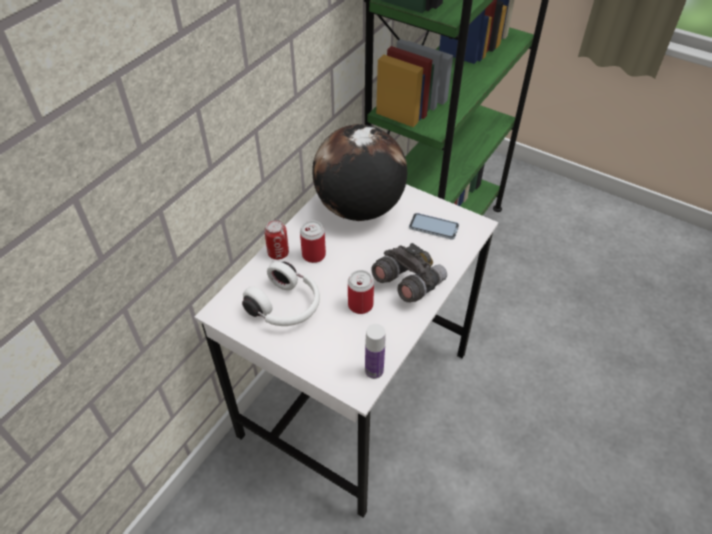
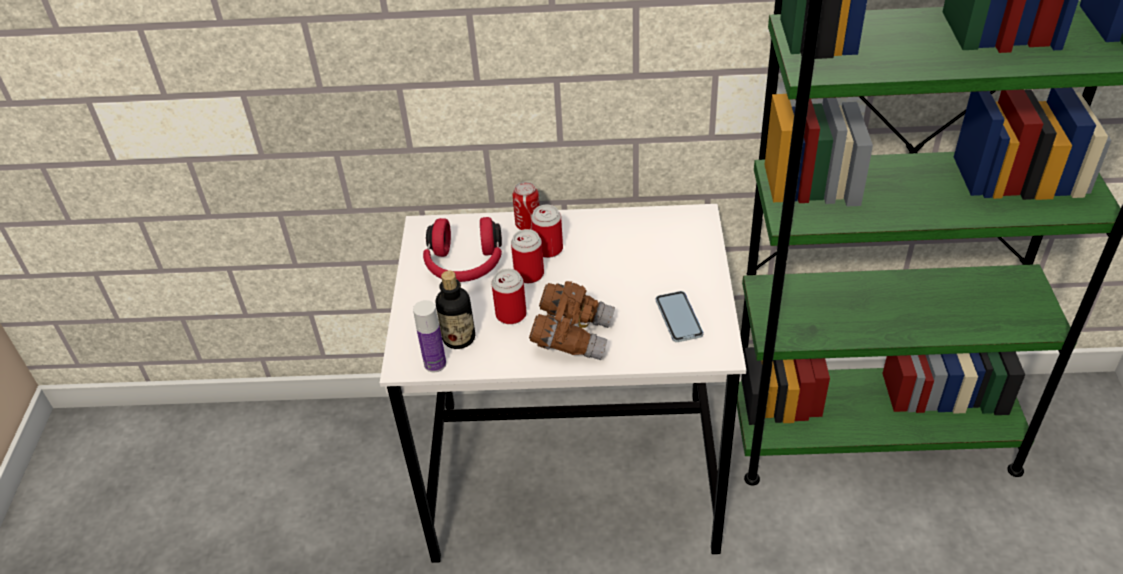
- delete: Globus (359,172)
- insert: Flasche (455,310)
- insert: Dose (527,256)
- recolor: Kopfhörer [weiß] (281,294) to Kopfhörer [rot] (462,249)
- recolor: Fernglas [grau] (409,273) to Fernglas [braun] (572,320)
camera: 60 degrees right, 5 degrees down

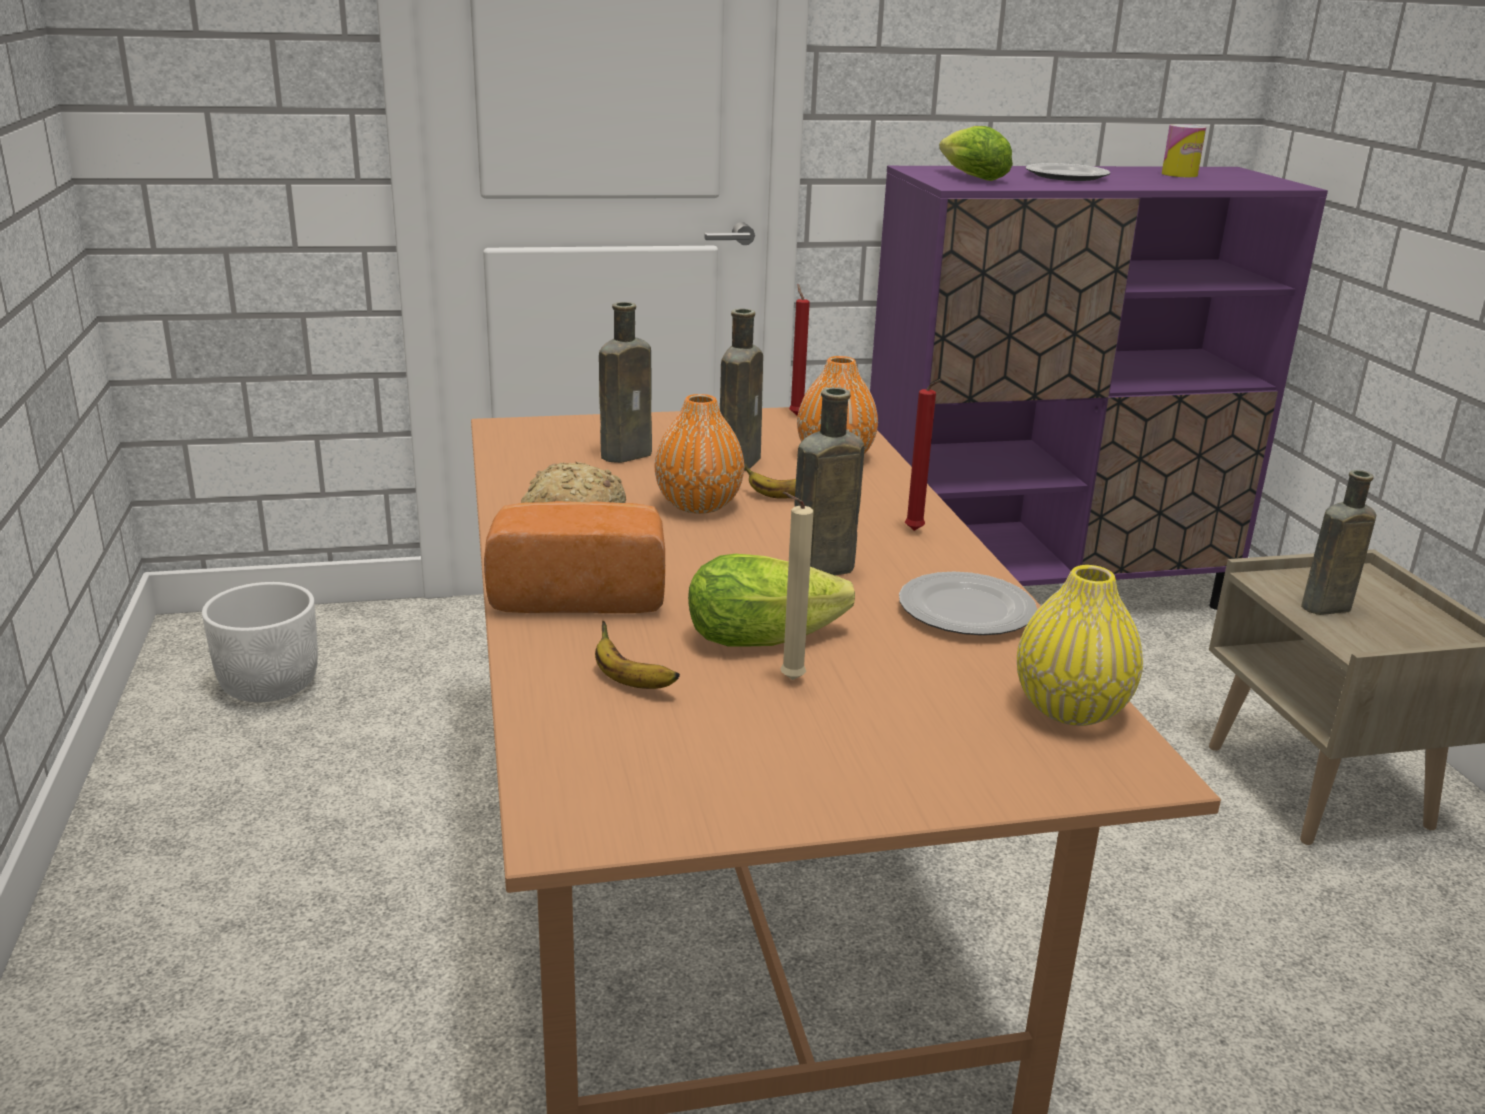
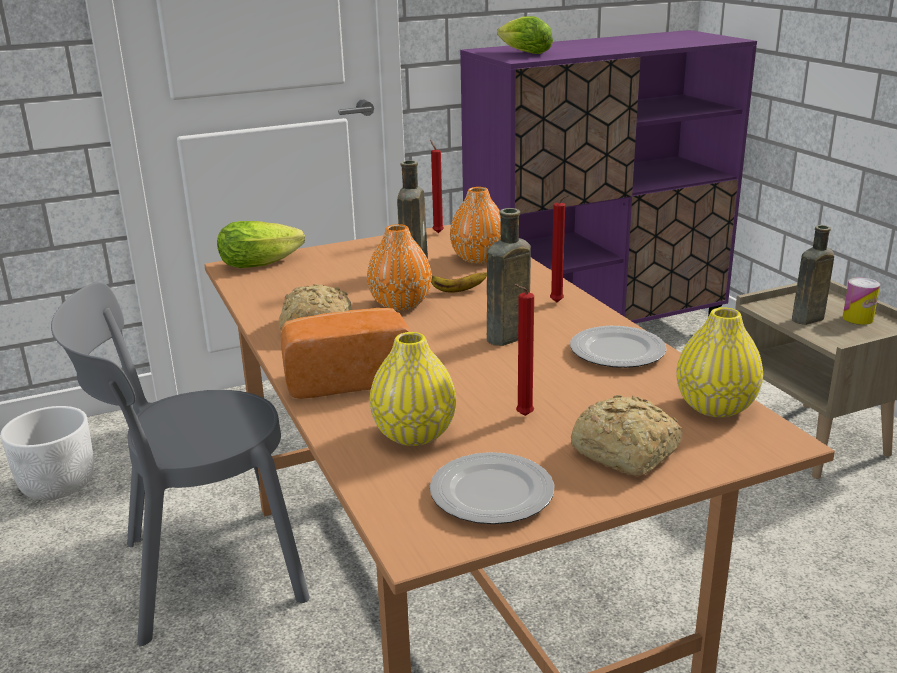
- delete: Flasche [braun] (625,382)
- insert: Stuhl [grau] (180,464)
- insert: Brot (627,435)
- move: Salatkopf (771,600) to (261,244)
- move: Teller (1068,172) to (492,488)
- move: Dose (1184,150) to (861,301)
- replace: Banane (637,655) to Vase [gelb] (412,389)
- recolor: Kerze [beige] (797,586) to Kerze [rot] (524,350)
camera: 10 degrees left, 0 degrees up

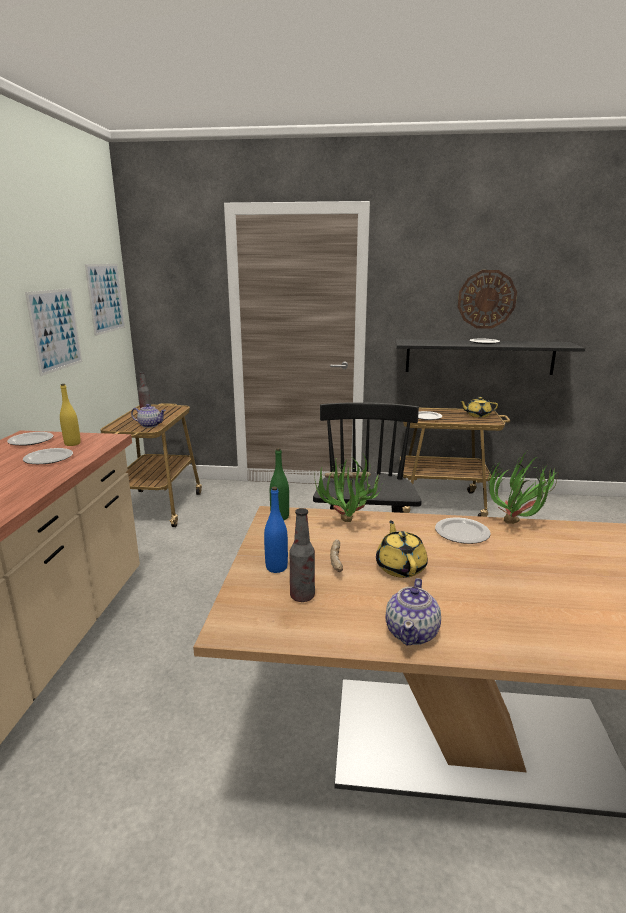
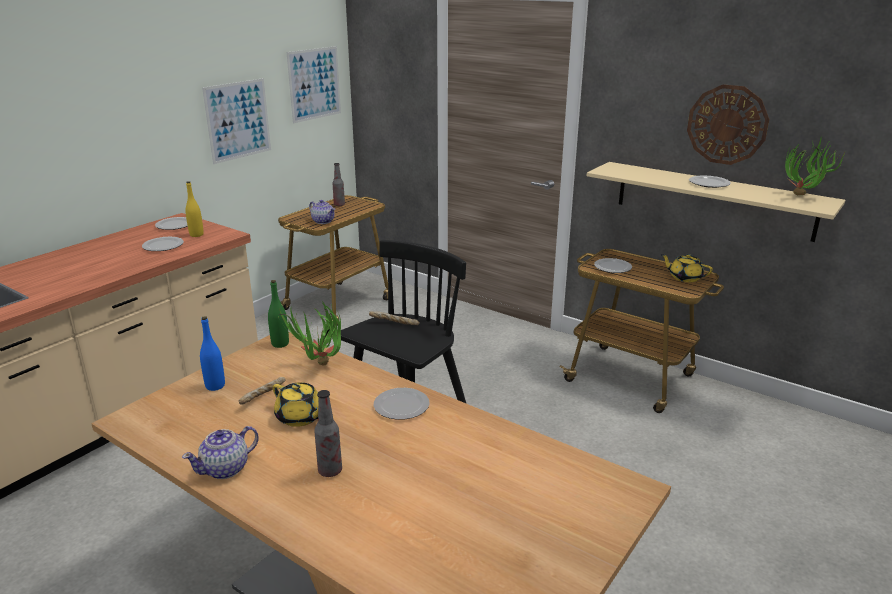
- move: Flasche (302,555) to (328,433)
- move: Topfpflanze (523,487) to (815,165)
- recolor: Wandregal [schwarz] (490,357) to Wandregal [beige] (716,202)
- rotate: Teekanne [gelb] (402,549) = (296,404) 105 degrees clockwise
camera: 30 degrees right, 5 degrees up

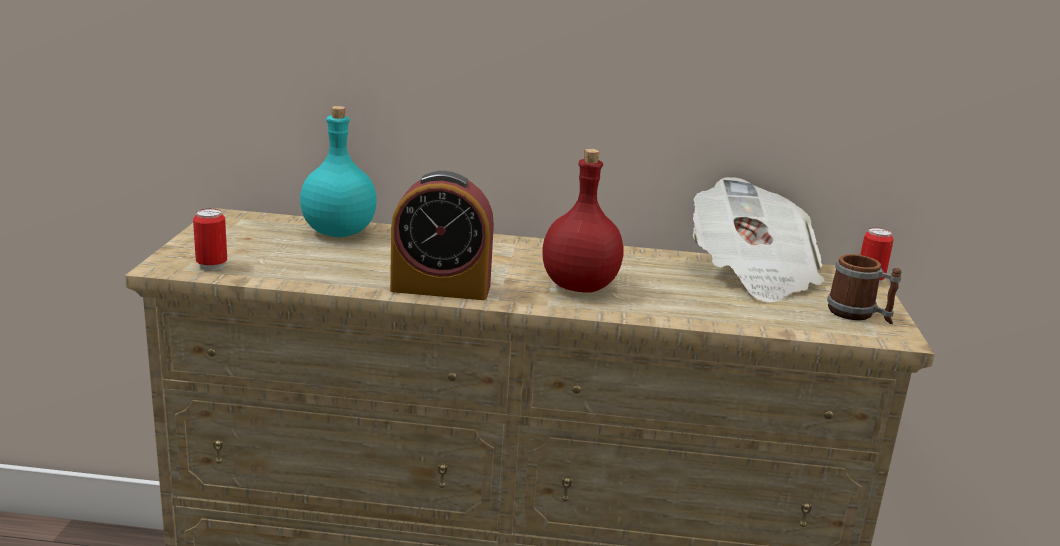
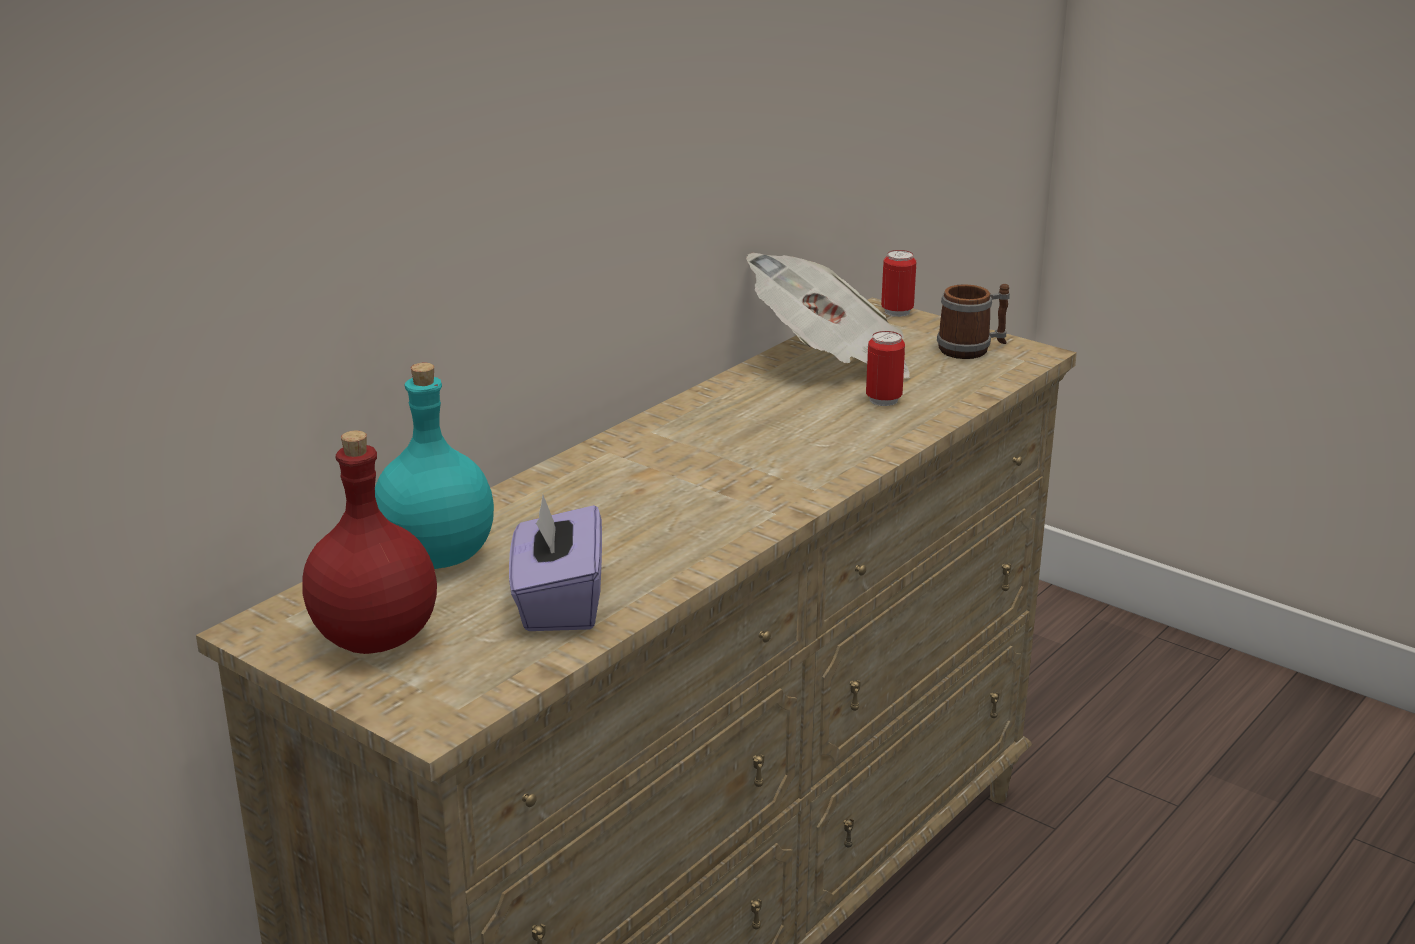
- delete: Wecker (442,235)
- insert: Taschentuchbox [lila] (555,562)
- move: Dose (210,239) to (885,368)
- move: Flasche [rot] (583,221) to (369,542)
camera: 55 degrees left, 5 degrees up

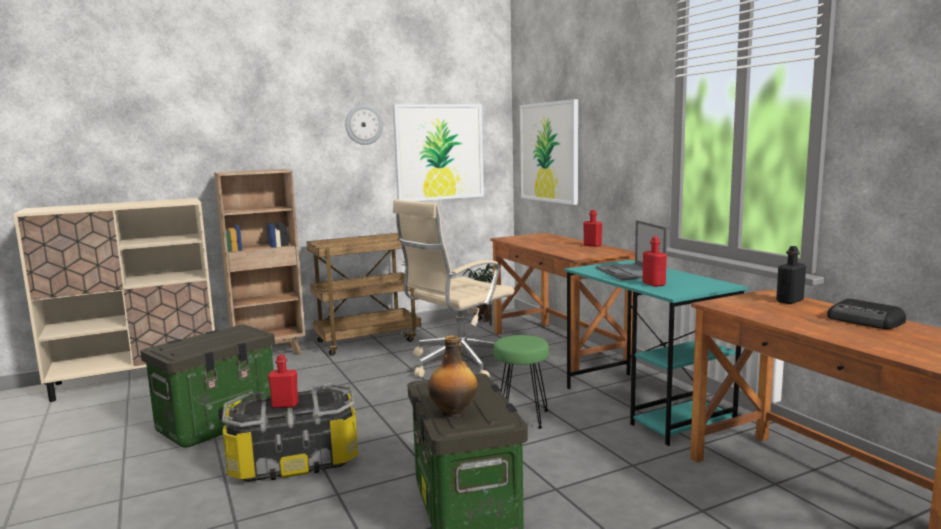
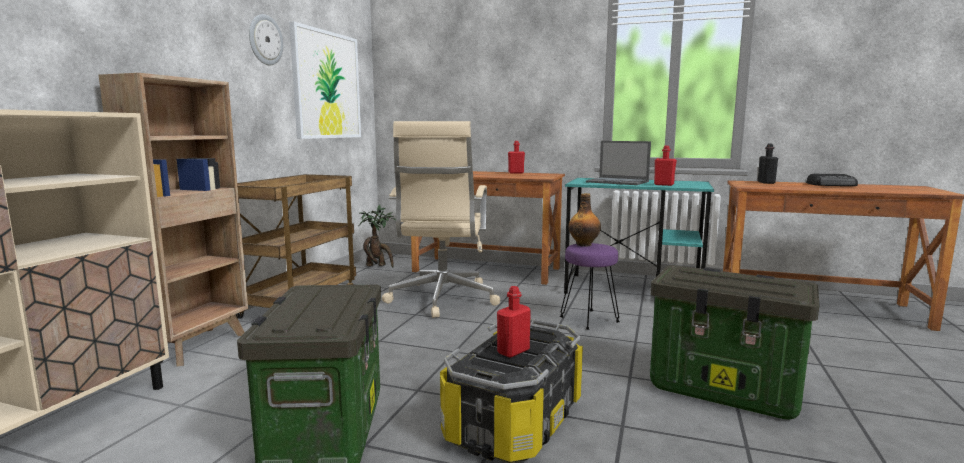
- delete: Bild (549,152)
- move: Flasche (453,376) to (584,219)
- recolor: Hocker [grün] (521,382) to Hocker [lila] (590,286)
camera: 45 degrees left, 0 degrees up

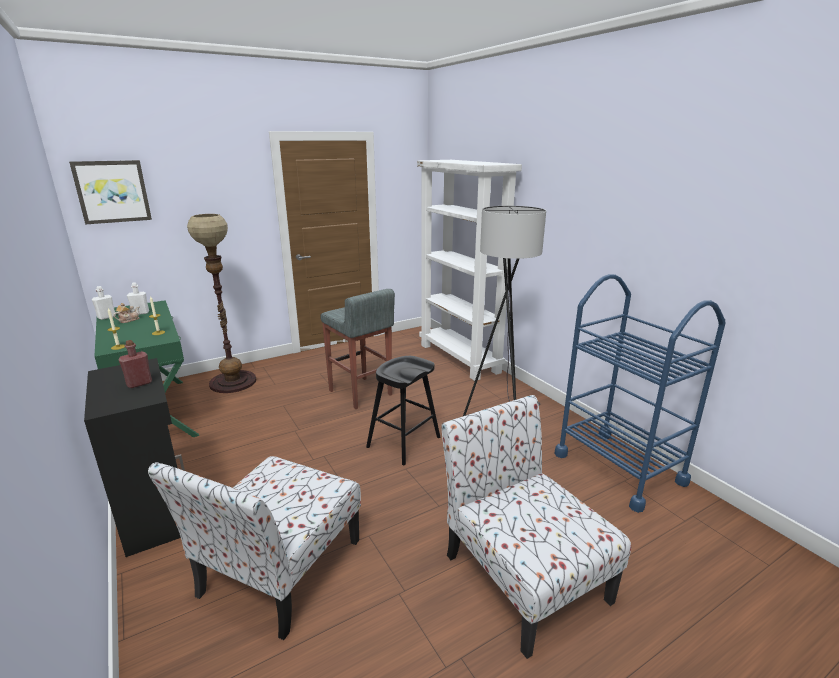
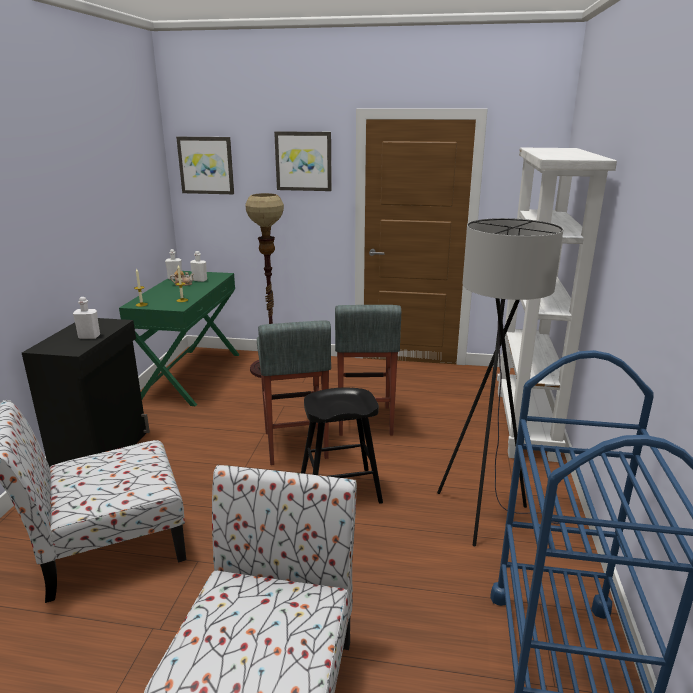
- insert: Hocker [grau] (294,392)
- insert: Bild (303,161)
- recolor: Flasche [rot] (135,364) to Flasche [weiß] (86,318)
camera: 40 degrees right, 0 degrees up

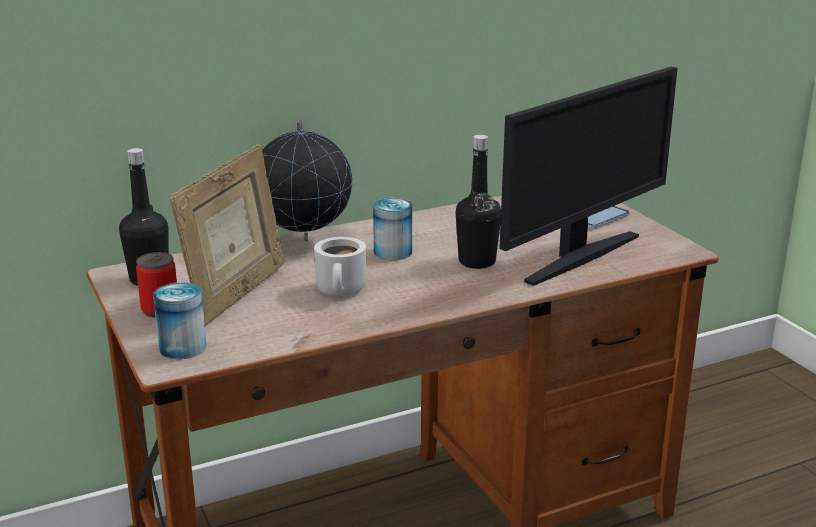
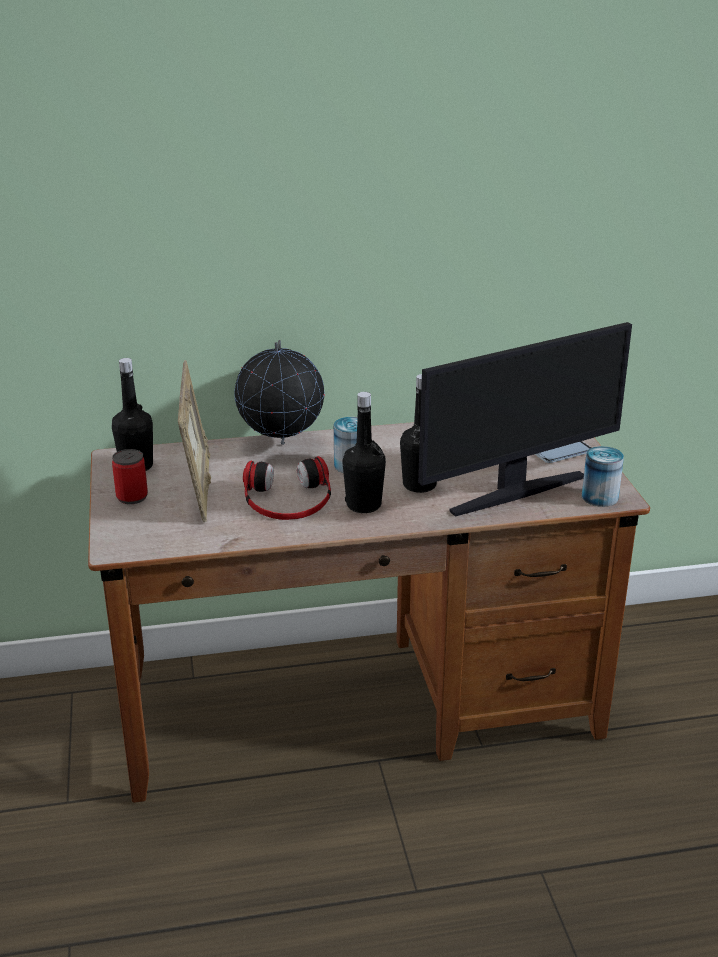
- insert: Flasche [schwarz] (364,452)
- move: Dose (179,320) to (603,476)
- replace: Henkelbecher [weiß] (340,266) to Kopfhörer (287,488)
- rotate: Bilderrahmen (227,235) = (194,441) 45 degrees counterclockwise
camera: 15 degrees right, 5 degrees up

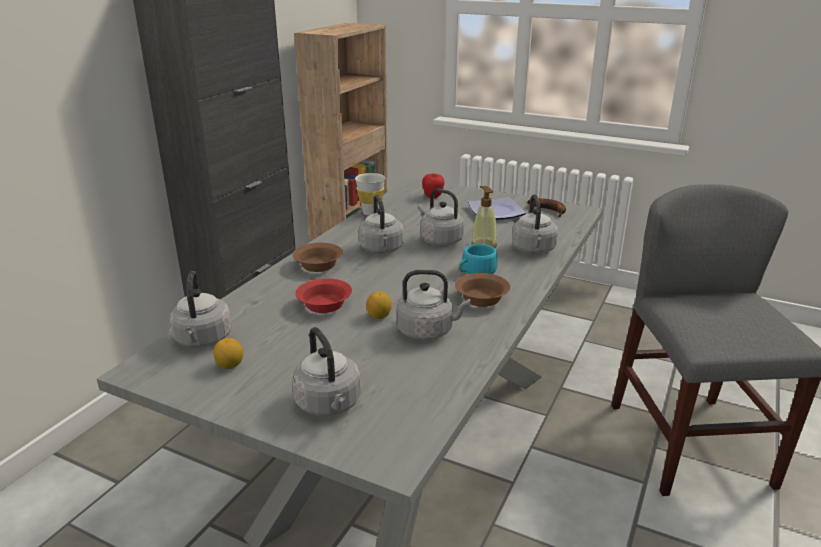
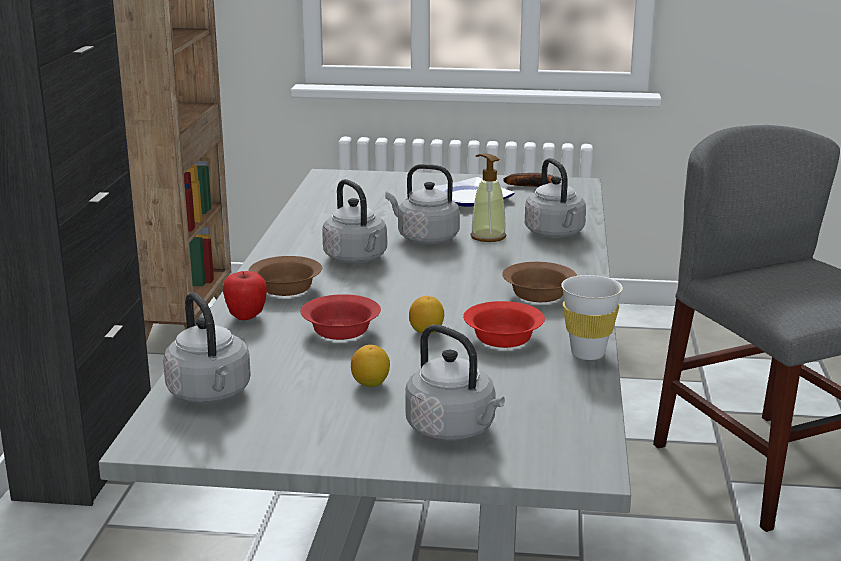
- delete: Tasse [türkis] (478,259)
- move: Zitrone (228,353) to (370,366)
- move: Tasse [weiß] (370,194) to (592,317)
- move: Apfel (433,186) to (245,295)
- replace: Wasserkessel [grau] (433,305) to Schüssel [rot] (504,324)
camera: 20 degrees left, 5 degrees down

